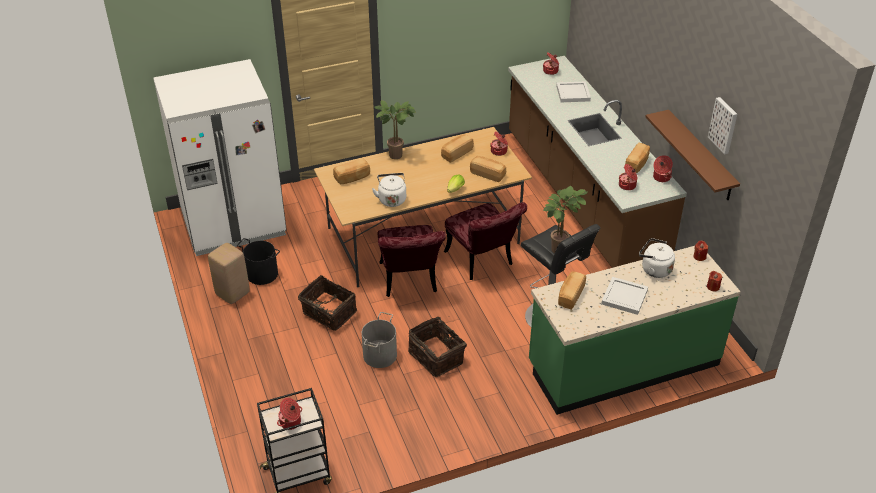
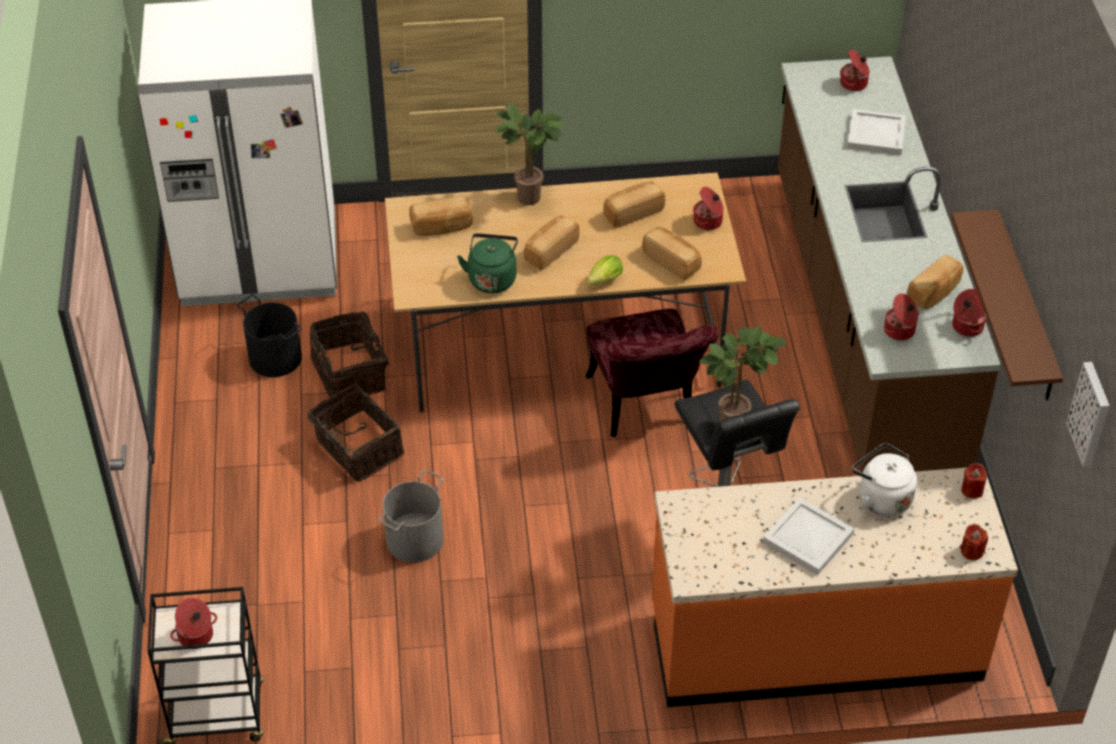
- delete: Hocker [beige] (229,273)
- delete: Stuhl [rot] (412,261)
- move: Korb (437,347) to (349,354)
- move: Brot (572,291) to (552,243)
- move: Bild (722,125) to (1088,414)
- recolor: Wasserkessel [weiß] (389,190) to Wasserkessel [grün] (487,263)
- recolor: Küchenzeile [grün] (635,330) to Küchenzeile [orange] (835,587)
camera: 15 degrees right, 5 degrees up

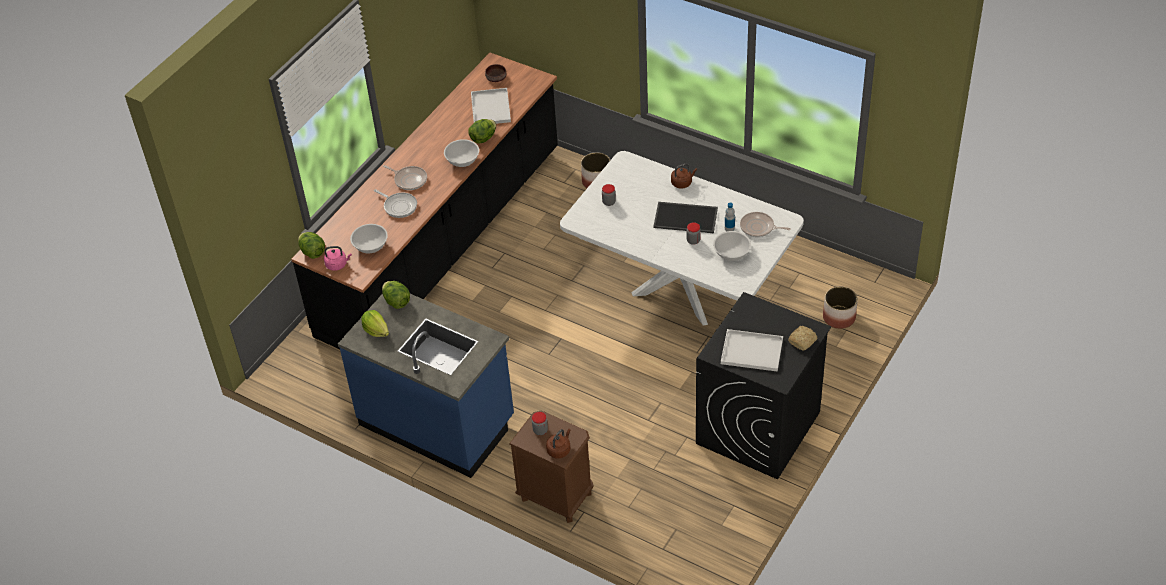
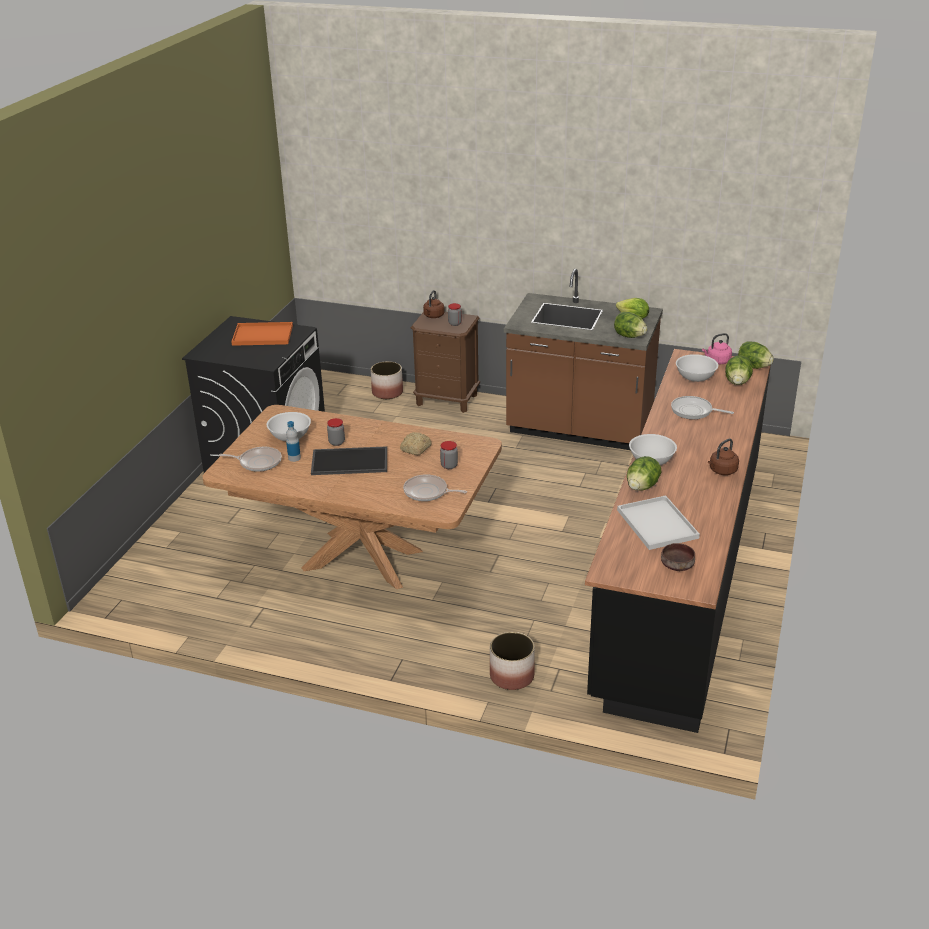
- insert: Salatkopf (739,370)
- move: Pfanne (405,177) to (435,488)
- move: Wasserkessel [braun] (684,176) to (723,457)
- move: Brot (802,338) to (416,443)
- move: Pflanzkübel (840,307) to (387,380)
- recolor: Küchenzeile [blau] (426,386) to Küchenzeile [braun] (583,359)
- recolor: Esstisch [weiß] (682,238) to Esstisch [braun] (352,497)
- recolor: Tablett [weiß] (752,350) to Tablett [orange] (262,334)
camera: 165 degrees right, 15 degrees down

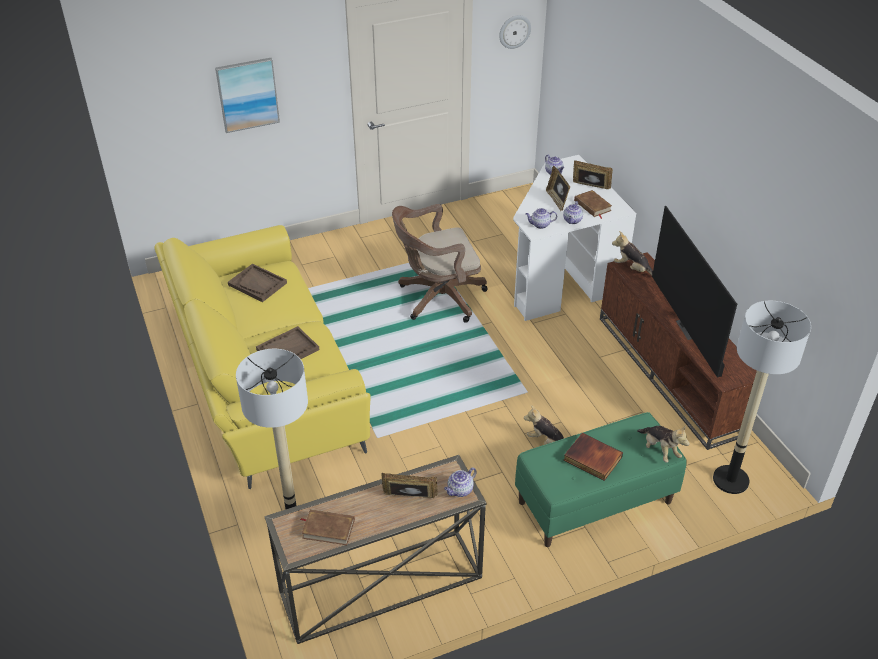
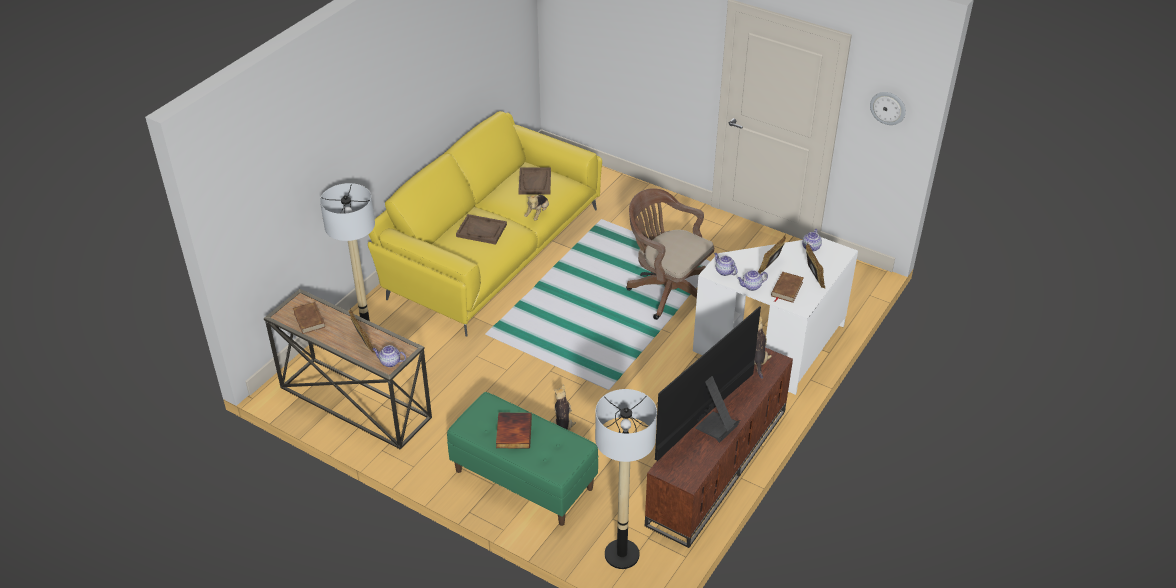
- delete: Bild (247,95)
- move: Plüschtier (663,444) to (536,208)
camera: 55 degrees right, 0 degrees up

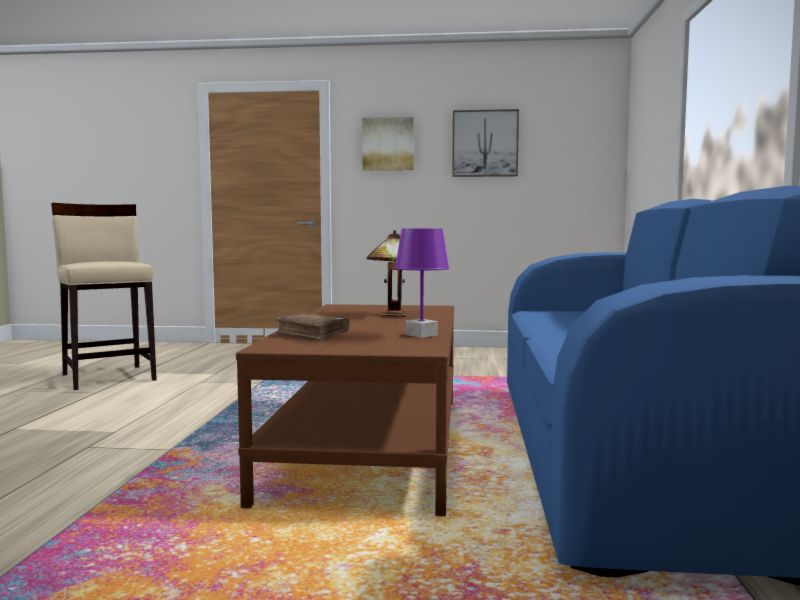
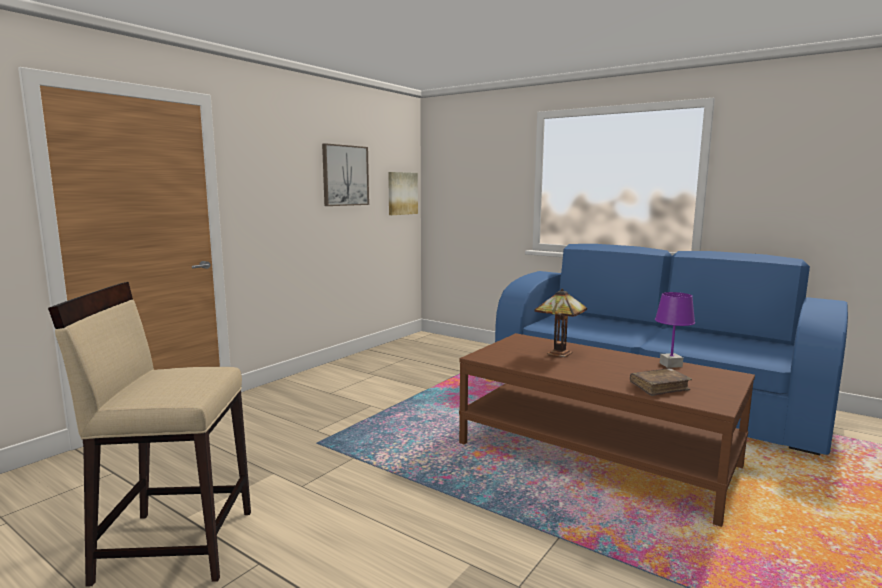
- move: Bild (388,143) to (403,193)
camera: 60 degrees left, 5 degrees up

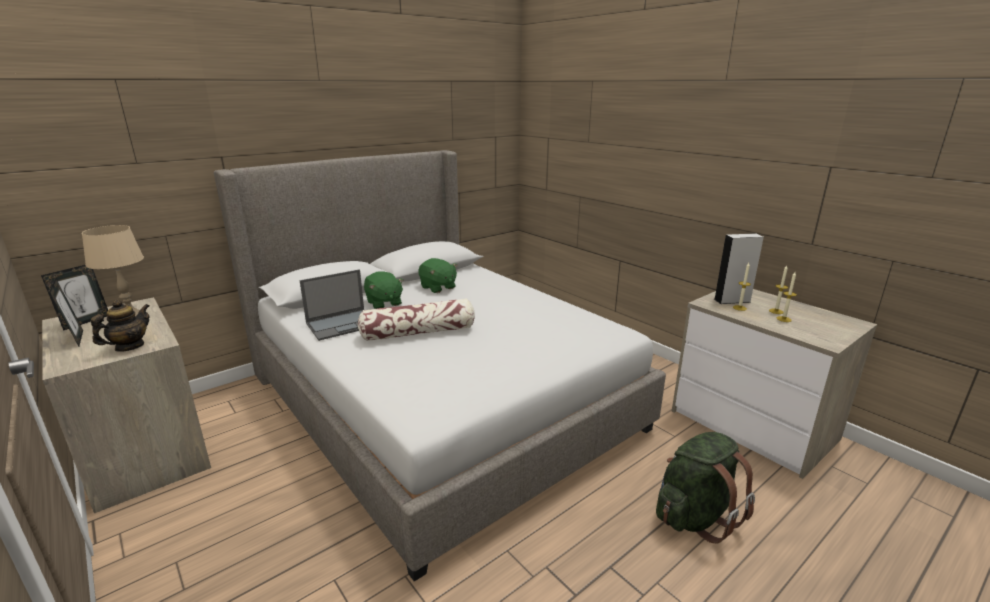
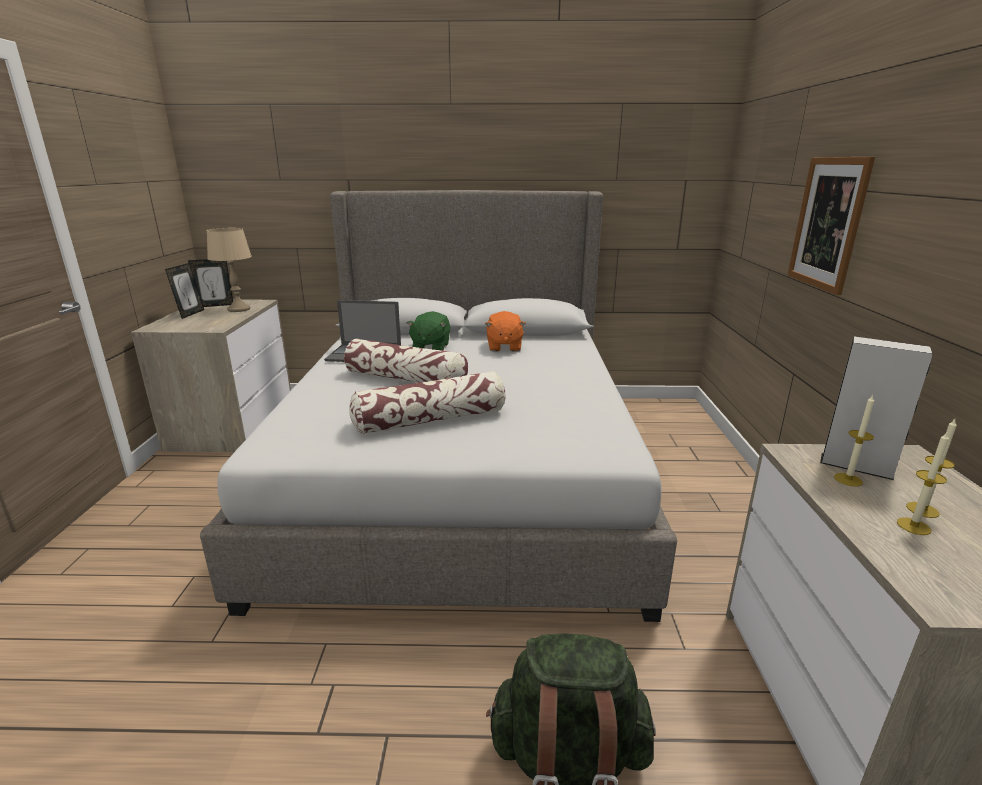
- delete: Teekanne (120,326)
- insert: Kissen (427,402)
- insert: Bild (831,226)
- recolor: Plüschtier [grün] (437,275) to Plüschtier [orange] (505,331)
camera: 40 degrees right, 0 degrees up

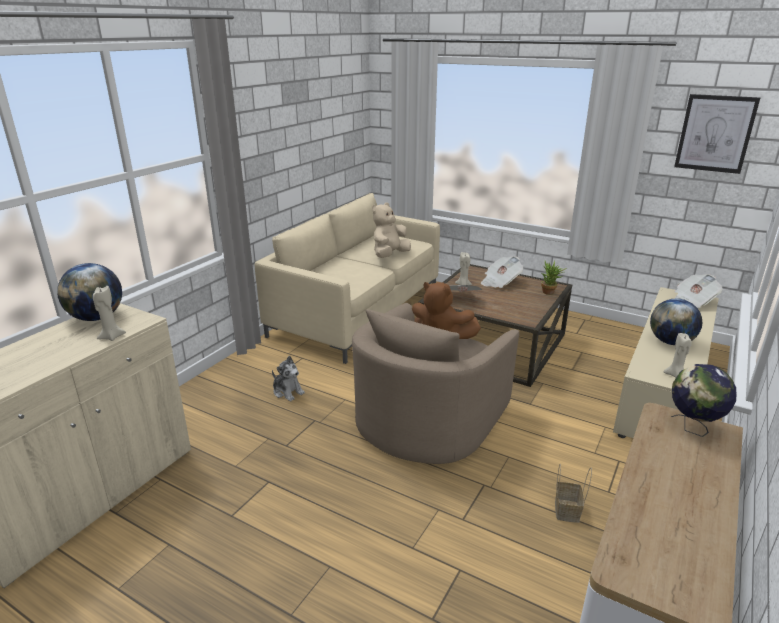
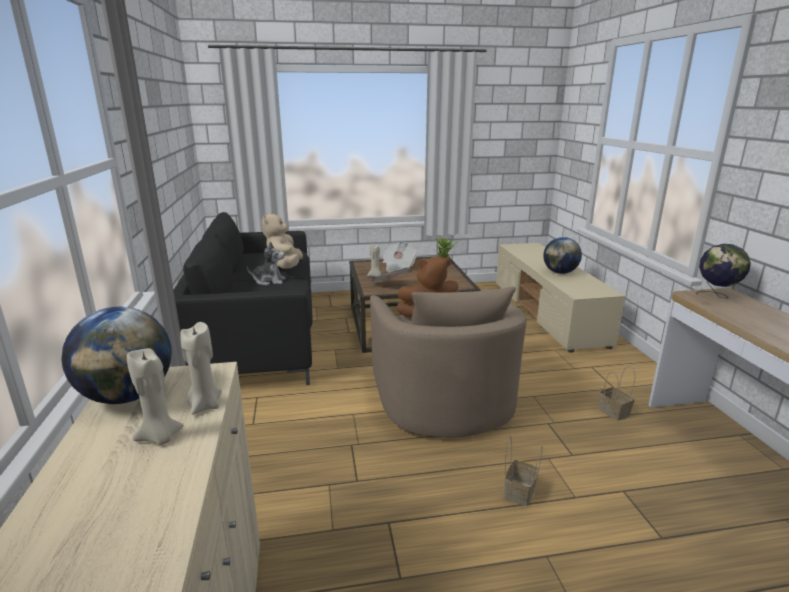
- delete: Bild (717,134)
- delete: Zeitung (698,291)
- insert: Korb (523,471)
- move: Plüschtier (288,378) to (266,263)
- move: Kerze [beige] (678,355) to (155,396)
- recolor: Sofa [beige] (347,278) to Sofa [schwarz] (243,298)
camera: 40 degrees left, 5 degrees down

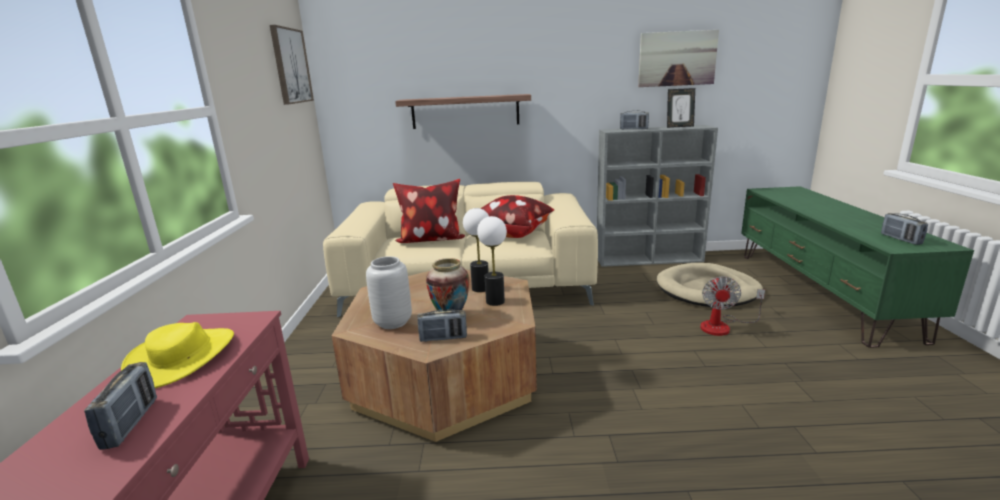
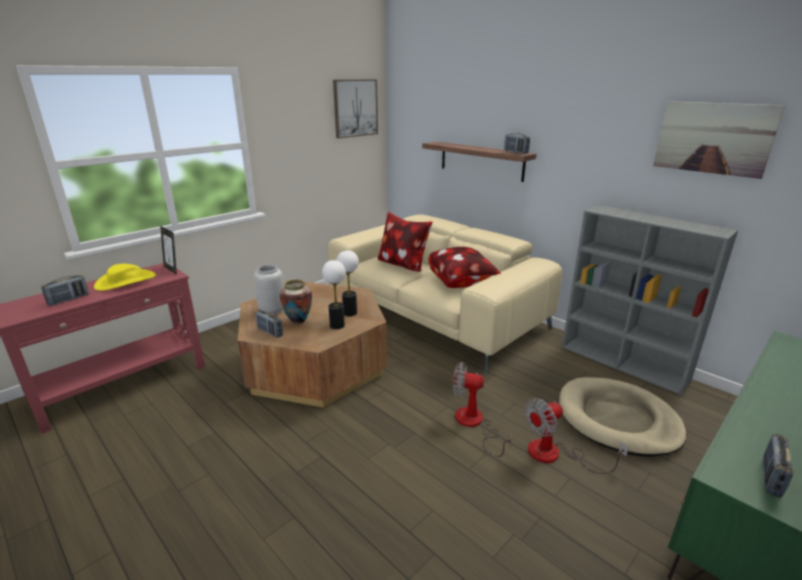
- insert: Ventilator (482,409)
- move: Radio (634,120) to (517,143)
- move: Bilderrahmen (681,108) to (168,250)
camera: 45 degrees right, 5 degrees up

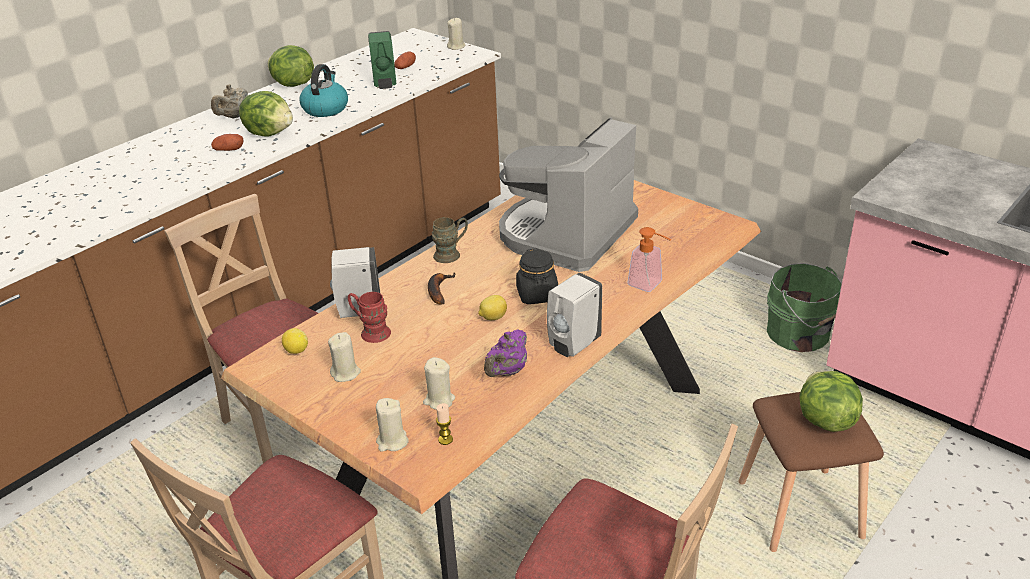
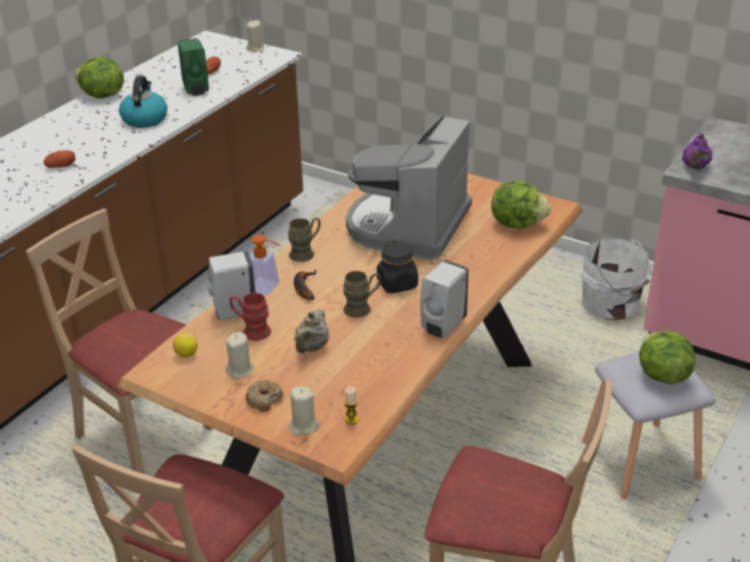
- delete: Kerze [beige] (439,383)
- insert: Donut (265,396)
- move: Teekanne [beige] (229,101) to (311,331)
- move: Salatkopf (266,114) to (521,204)
- move: Teekanne [lila] (505,353) to (697,151)
- move: Seifenspender (649,259) to (265,264)
- replace: Zitrone (492,307) to Henkelbecher [braun] (362,294)
- recolor: Hocker [braun] (811,472) to Hocker [grau] (648,425)
- recolor: Eimer [grün] (804,307) to Eimer [weiß] (617,278)
camera: 10 degrees left, 0 degrees up

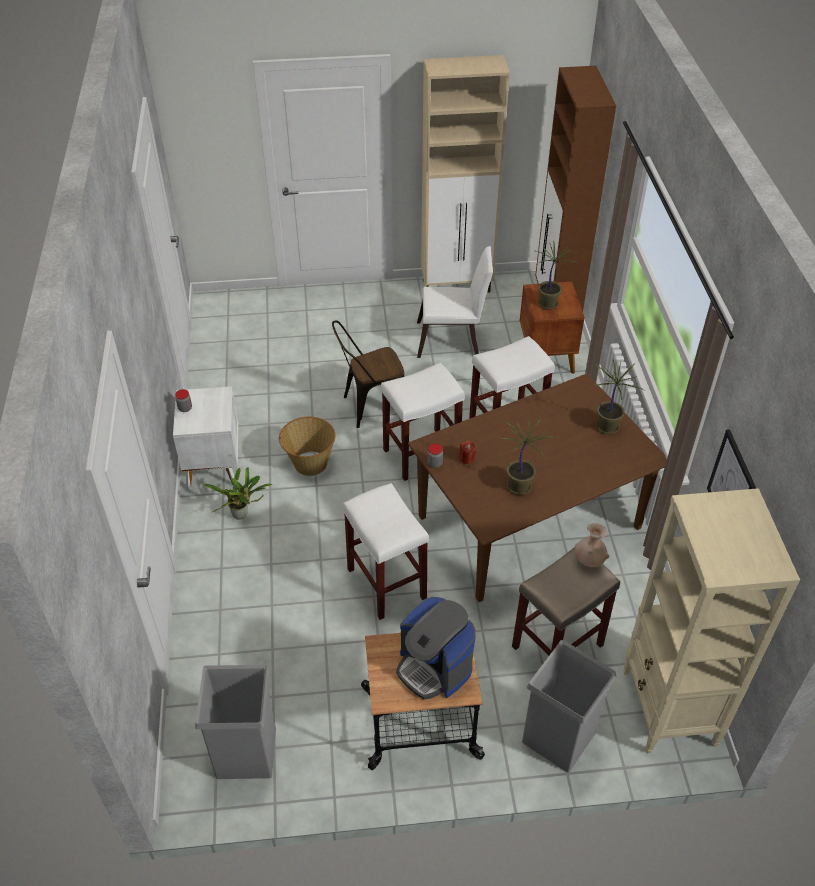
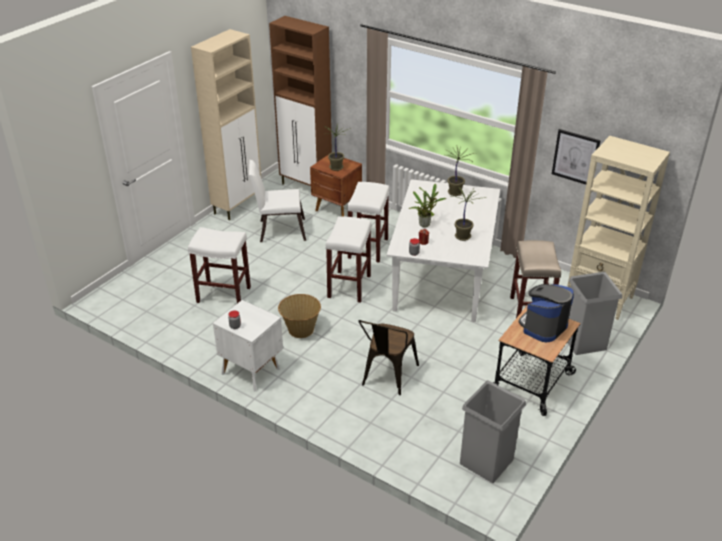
- delete: Vase [beige] (592,545)
- move: Topfpflanze (238,493) to (427,206)
- move: Stuhl [braun] (368,374) to (389,357)
- move: Hocker [weiß] (386,551) to (219,265)
- recolor: Esstisch [braun] (537,488) to Esstisch [weiß] (443,250)
- rotate: Kaffeemaschine (436,648) = (546,313) 135 degrees clockwise
- rotate: Stuhl [weiß] (455,302) = (277,201) 135 degrees counterclockwise
camera: 50 degrees left, 10 degrees down

